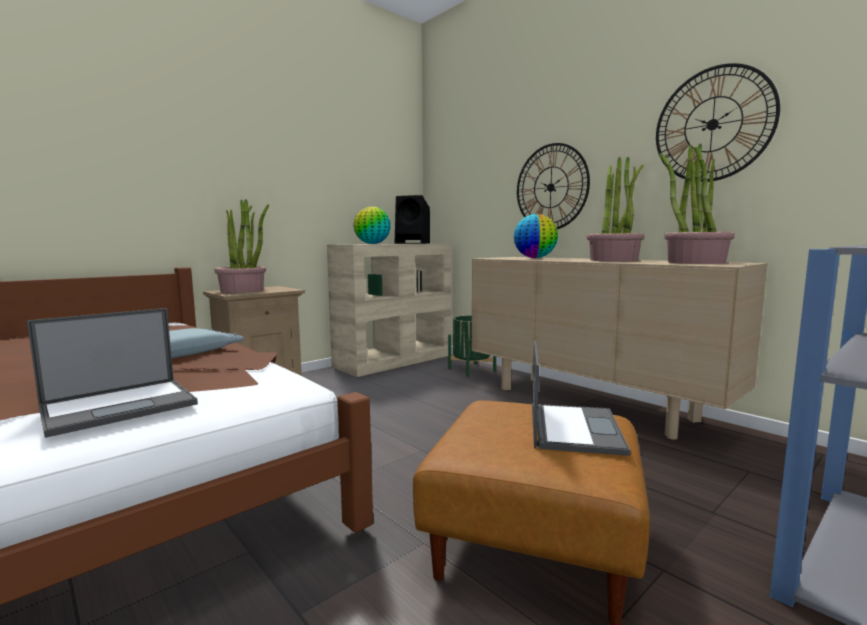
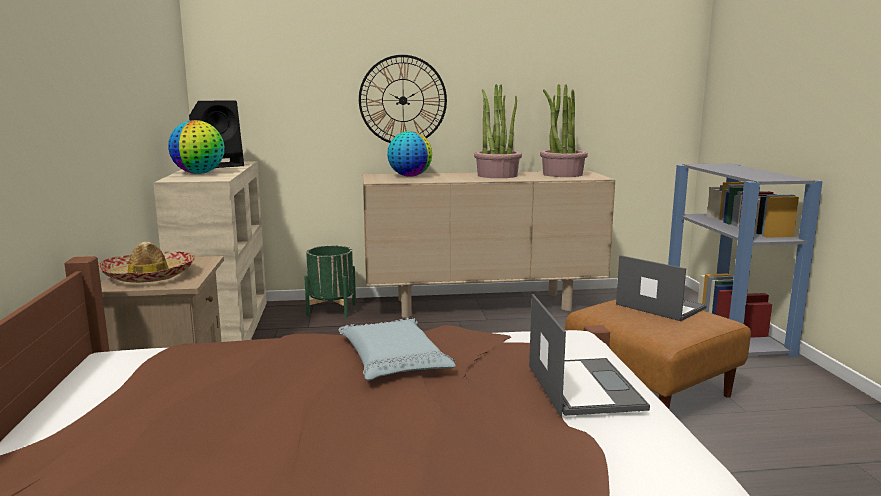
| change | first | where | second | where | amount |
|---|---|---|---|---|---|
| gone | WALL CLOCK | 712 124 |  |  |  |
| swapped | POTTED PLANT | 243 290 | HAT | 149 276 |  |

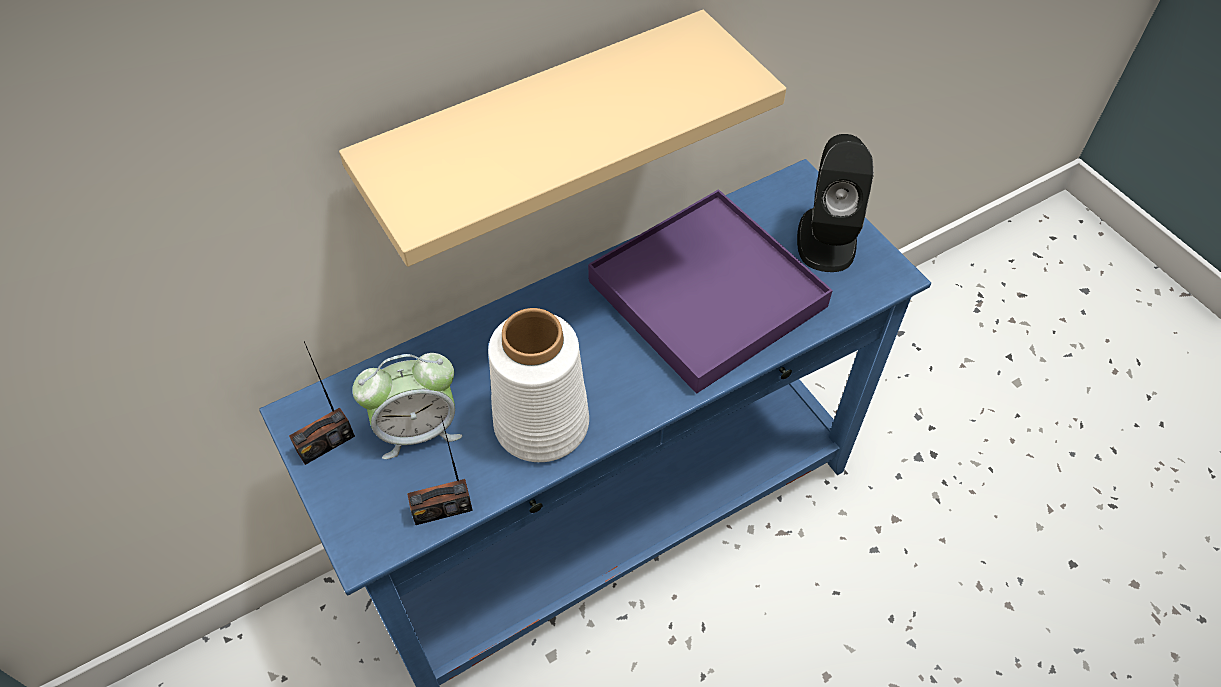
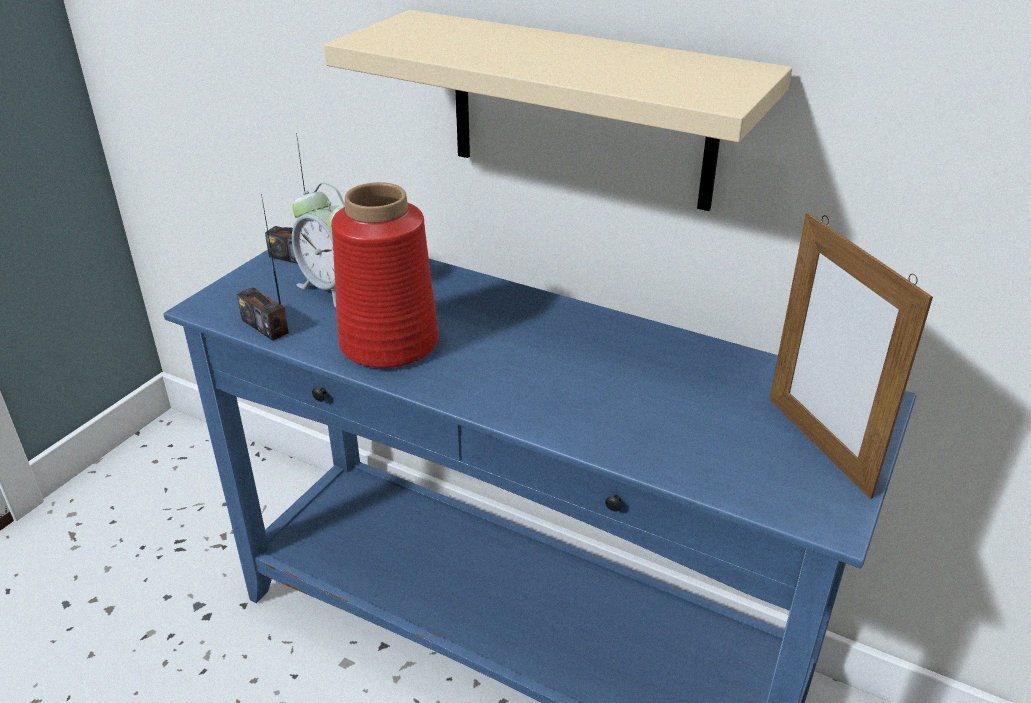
| change | first | where | second | where | amount |
|---|---|---|---|---|---|
| gone | PURPLE TRAY | 707 294 |  |  |  |
| swapped | BLACK SPEAKER | 826 238 | PICTURE FRAME | 817 445 |  |
| repainted | WHITE VASE | 542 425 | RED VASE | 388 344 |  |

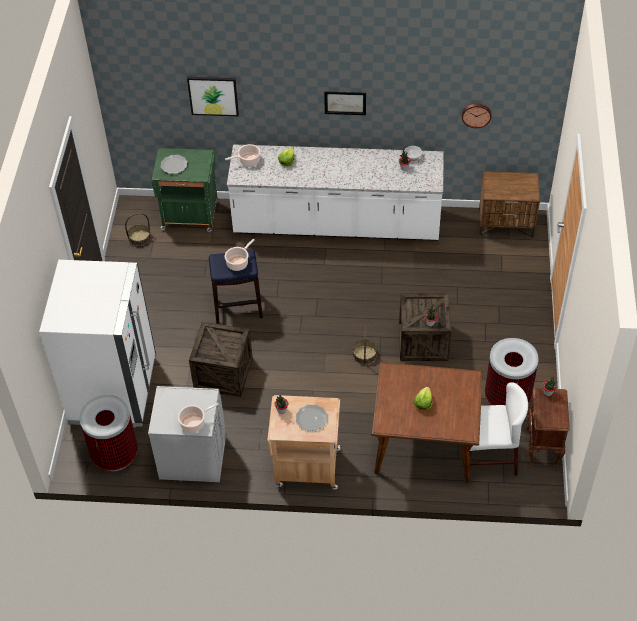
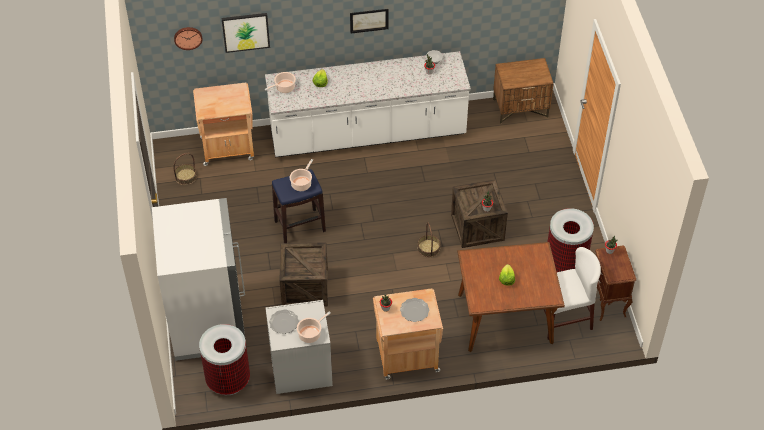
| change | first | where | second | where | amount |
|---|---|---|---|---|---|
| shifted | PLATE | 174 165 |  | 283 322 |  |
| shifted | WALL CLOCK | 476 114 |  | 188 37 |  |
| repainted | GREEN CART | 191 216 | BROWN CART | 228 148 |  |

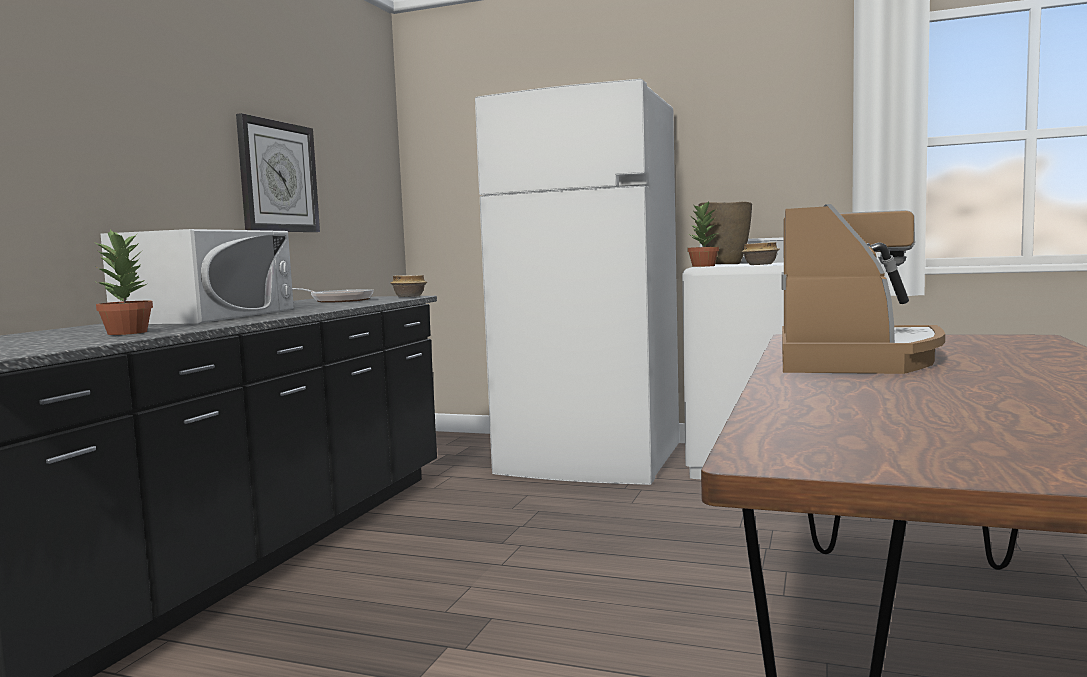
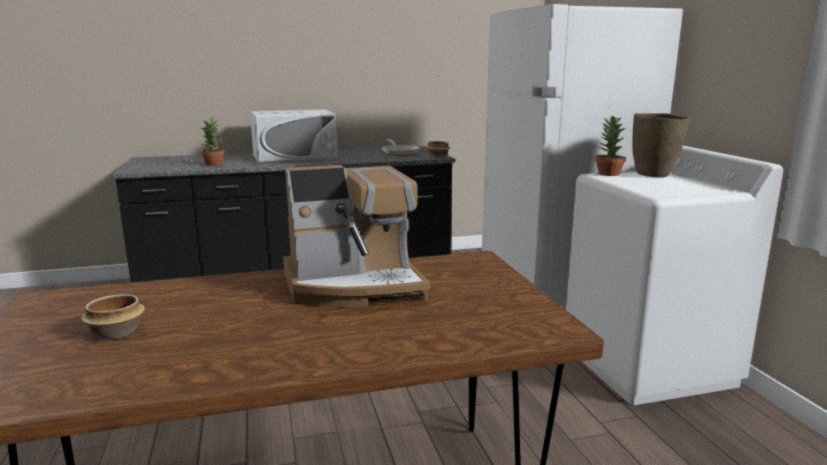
| change | first | where | second | where | amount |
|---|---|---|---|---|---|
| gone | WALL CLOCK | 278 177 |  |  |  |
| shifted | BOWL | 761 264 |  | 115 333 |  |

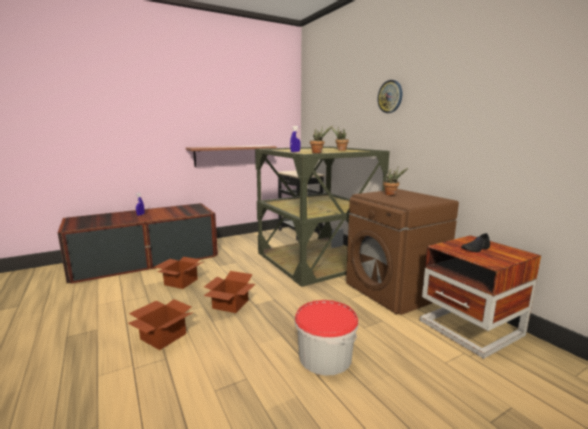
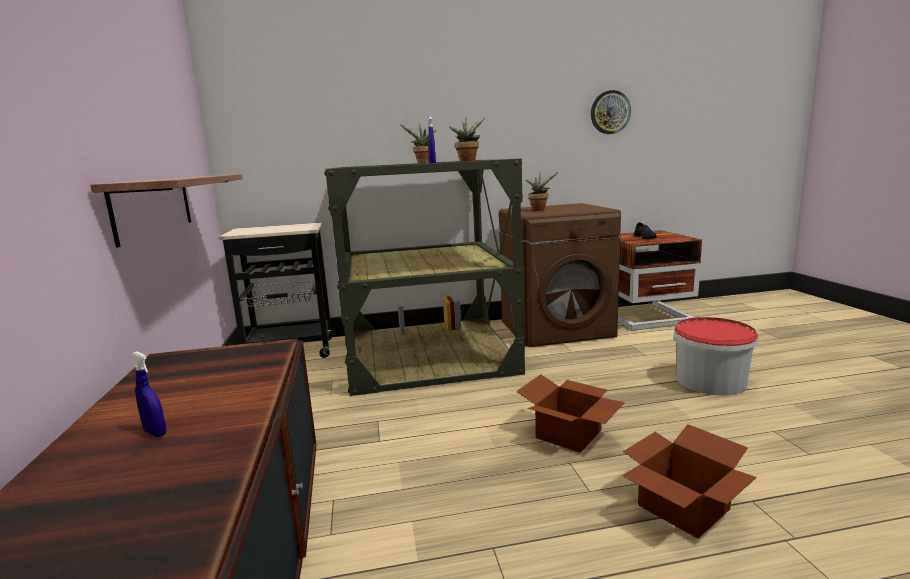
| change | first | where | second | where | amount |
|---|---|---|---|---|---|
| gone | CARDBOARD BOX | 180 281 |  |  |  |
| shifted | WALL CLOCK | 390 96 |  | 610 112 |  |

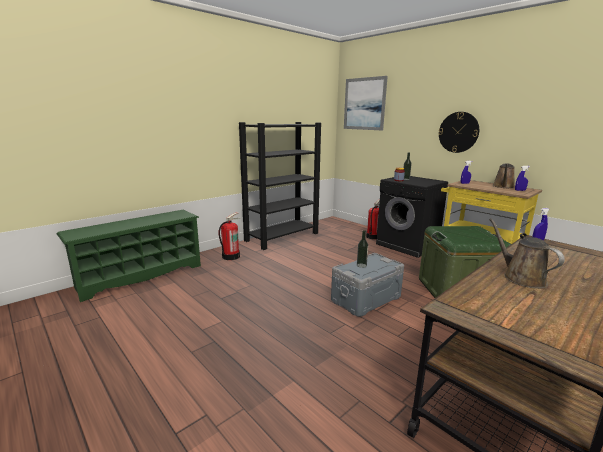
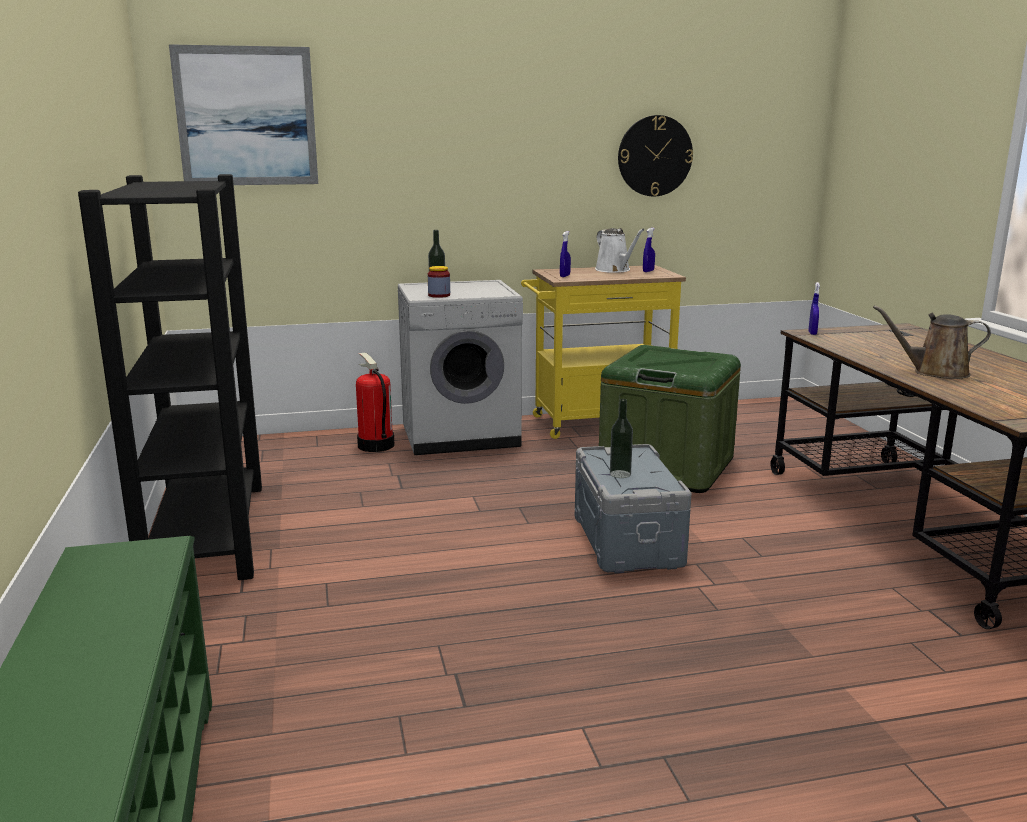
| change | first | where | second | where | amount |
|---|---|---|---|---|---|
| gone | FIRE EXTINGUISHER | 230 256 |  |  |  |
| shifted | WALL CLOCK | 458 132 |  | 655 156 |  |
| repainted | BLACK WASHING MACHINE | 406 246 | WHITE WASHING MACHINE | 461 436 |  |
| repainted | BROWN WATERING CAN | 503 186 | WHITE WATERING CAN | 615 270 |  |

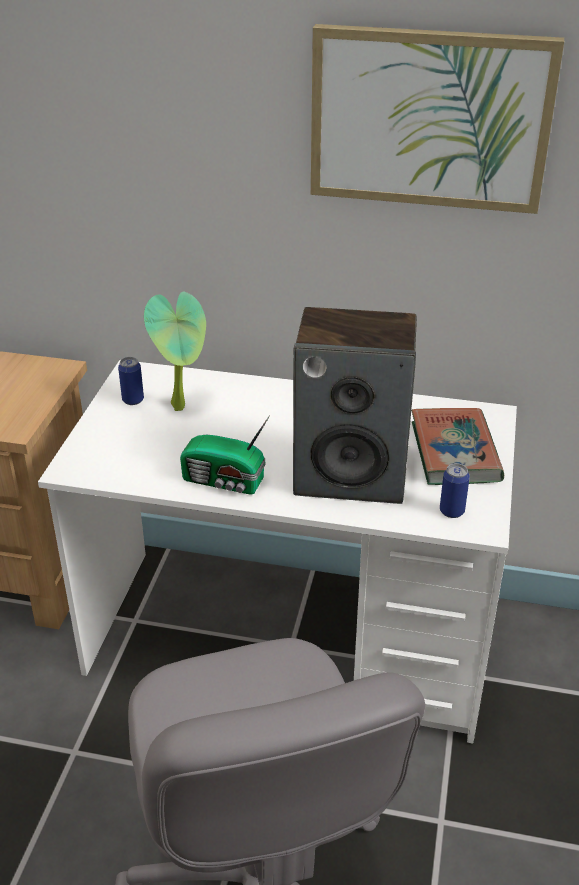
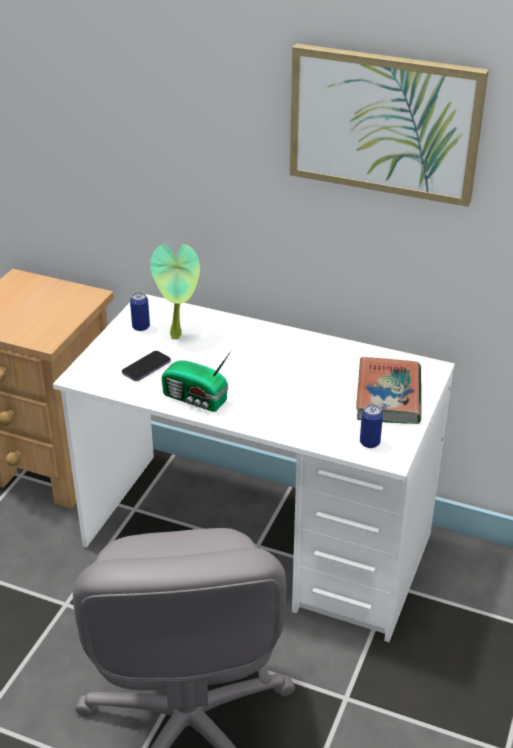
| change | first | where | second | where | amount |
|---|---|---|---|---|---|
| gone | SPEAKER | 351 475 |  |  |  |
| new |  |  | PHONE | 146 367 |  |

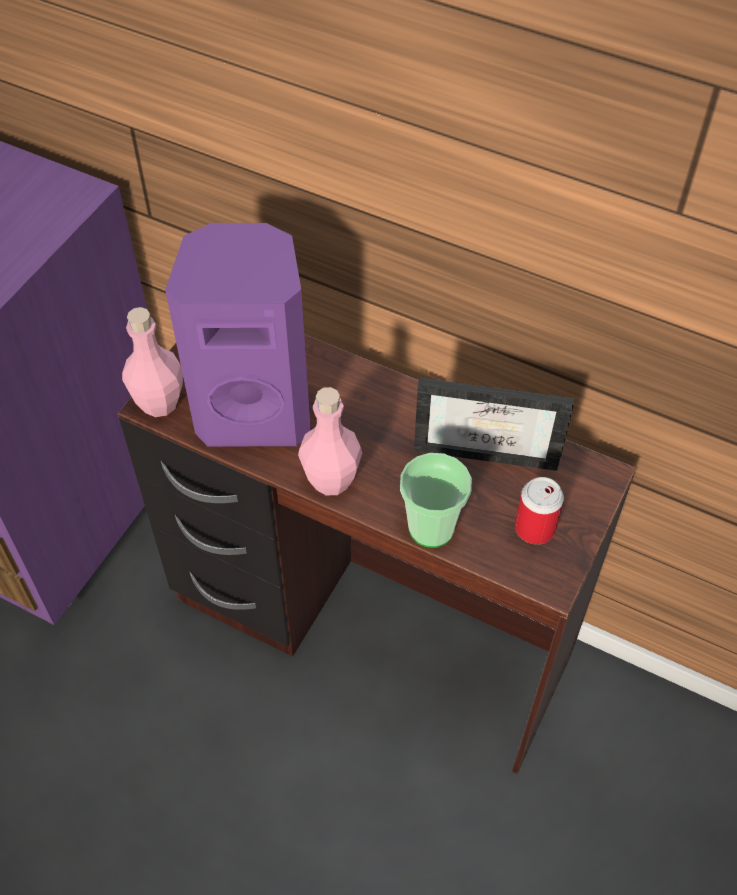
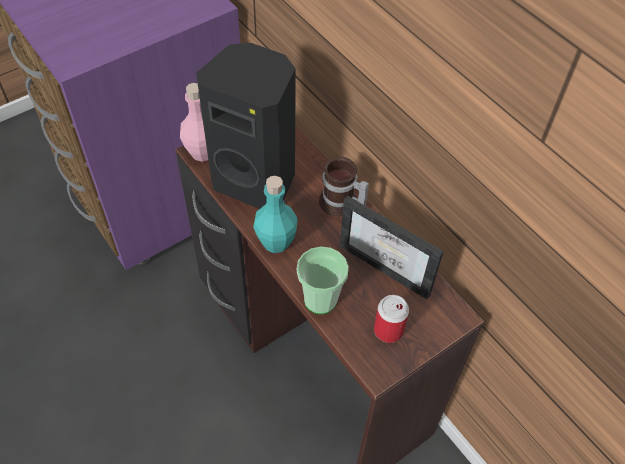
| change | first | where | second | where | amount |
|---|---|---|---|---|---|
| new |  |  | MUG | 340 204 |  |
| repainted | PURPLE SPEAKER | 255 410 | BLACK SPEAKER | 256 180 |  |
| repainted | PINK BOTTLE | 331 480 | TURQUOISE BOTTLE | 276 242 |  |

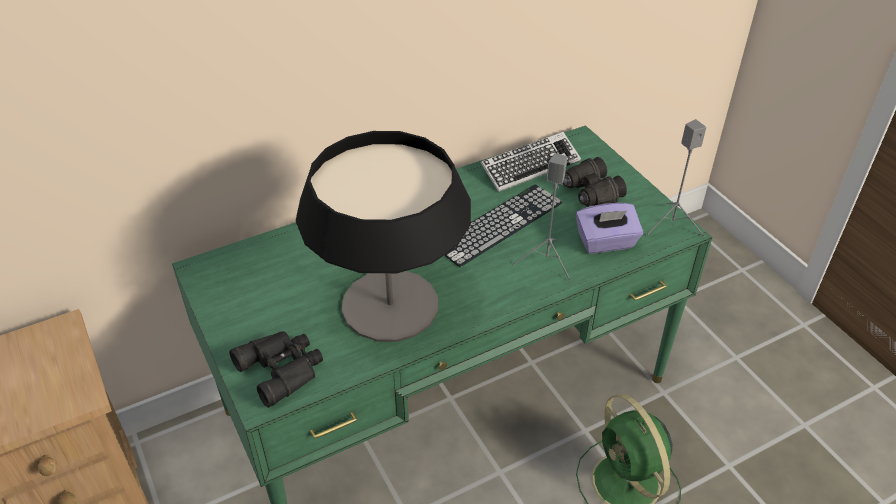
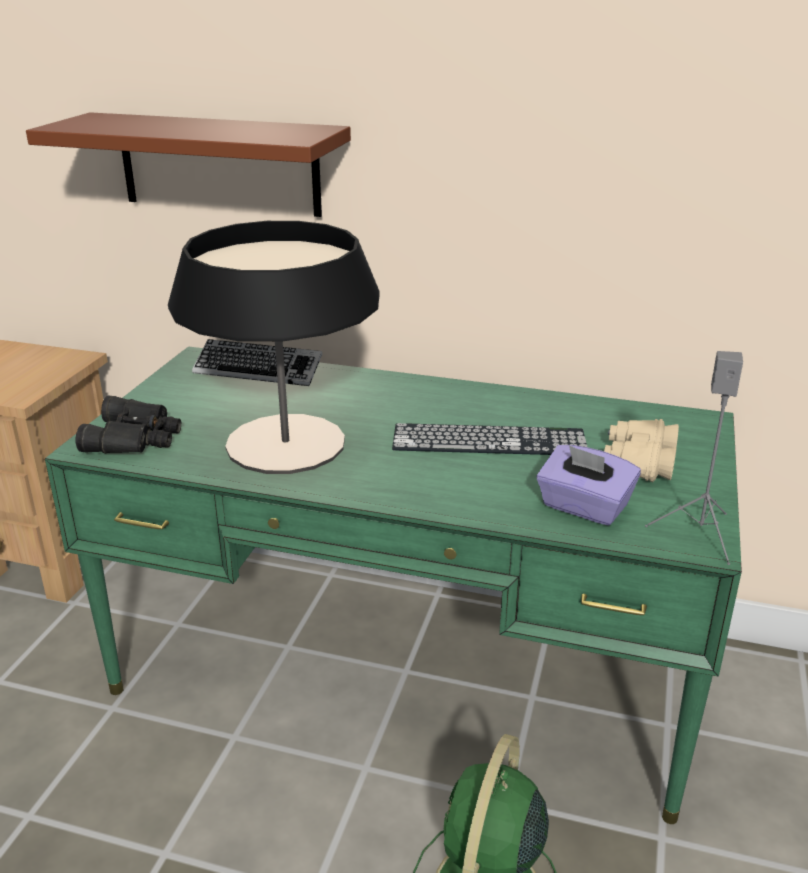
| change | first | where | second | where | amount |
|---|---|---|---|---|---|
| gone | GREY SPEAKER | 547 261 |  |  |  |
| new |  |  | BROWN SHELF | 219 164 |  |
| shifted | KEYBOARD | 530 166 |  | 258 370 |  |
| repainted | BLACK BINOCULARS | 590 193 | BEIGE BINOCULARS | 638 463 |  |

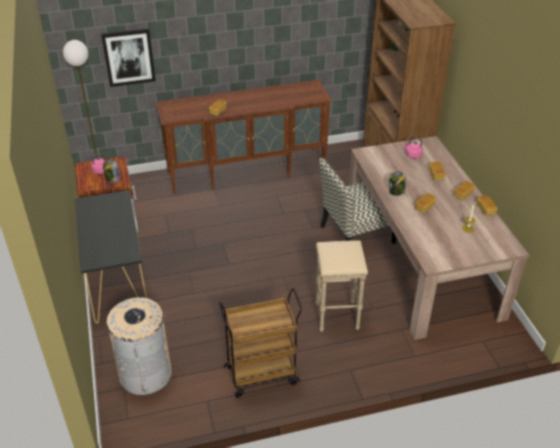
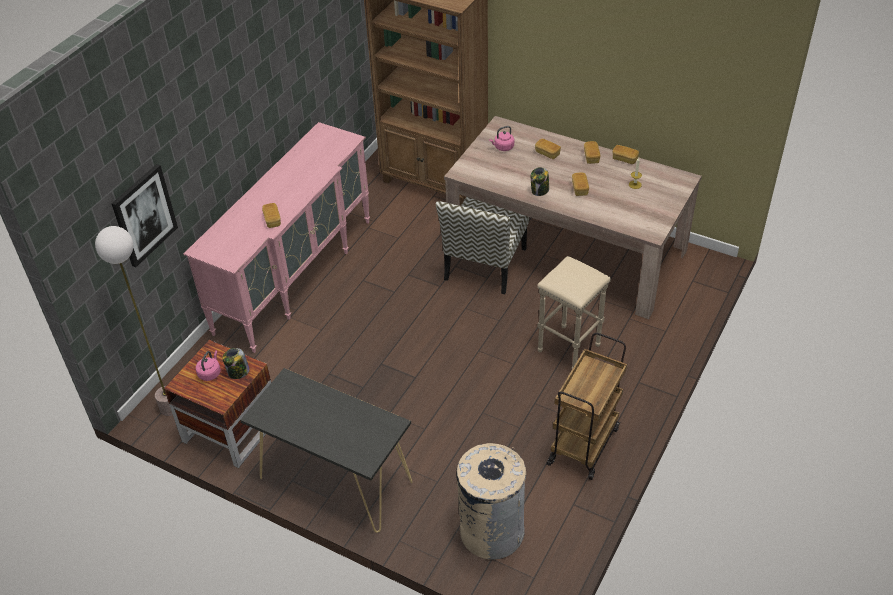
| change | first | where | second | where | amount |
|---|---|---|---|---|---|
| repainted | BROWN CABINET | 247 171 | PINK CABINET | 296 276 |  |

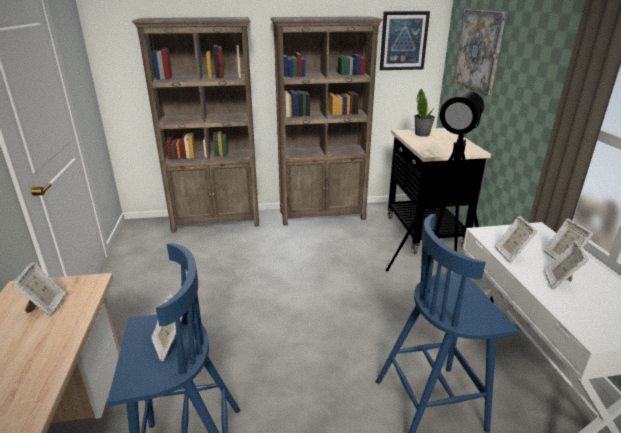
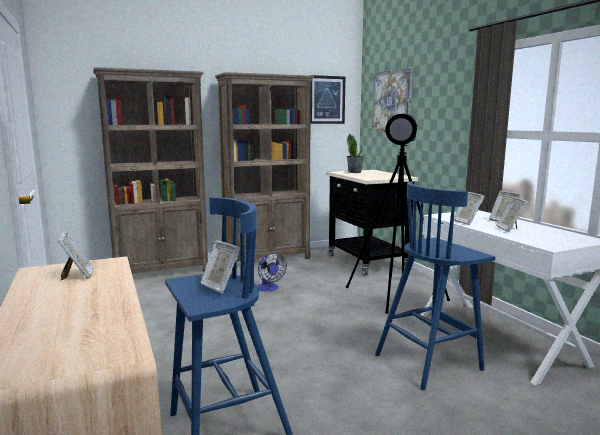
| change | first | where | second | where | amount |
|---|---|---|---|---|---|
| new |  |  | FAN | 269 289 |  |

